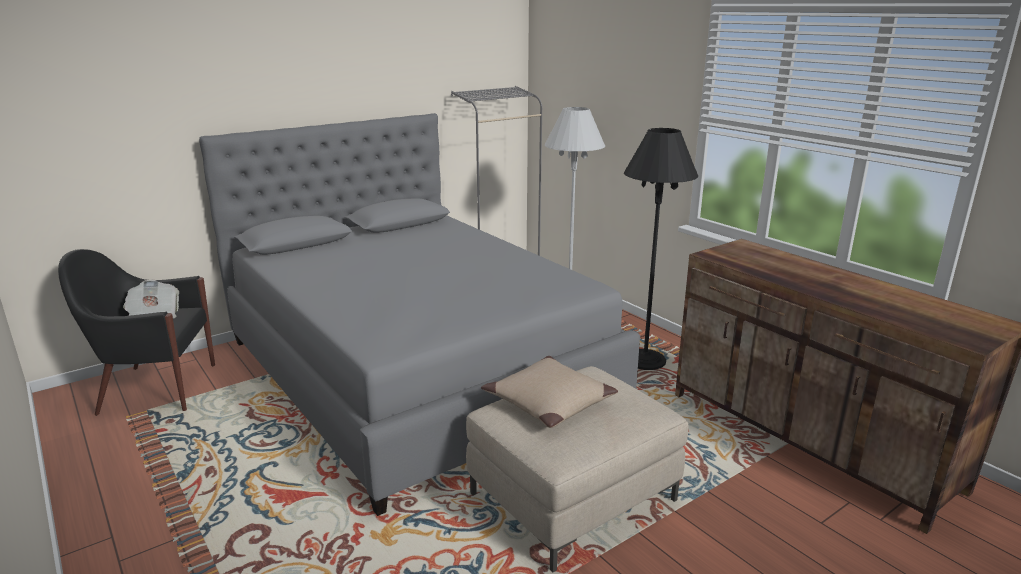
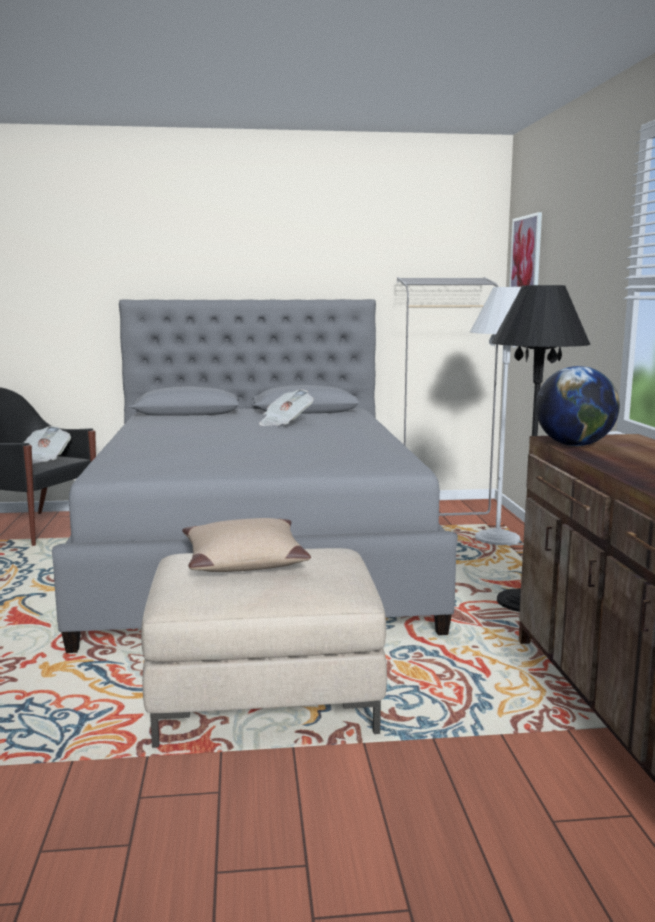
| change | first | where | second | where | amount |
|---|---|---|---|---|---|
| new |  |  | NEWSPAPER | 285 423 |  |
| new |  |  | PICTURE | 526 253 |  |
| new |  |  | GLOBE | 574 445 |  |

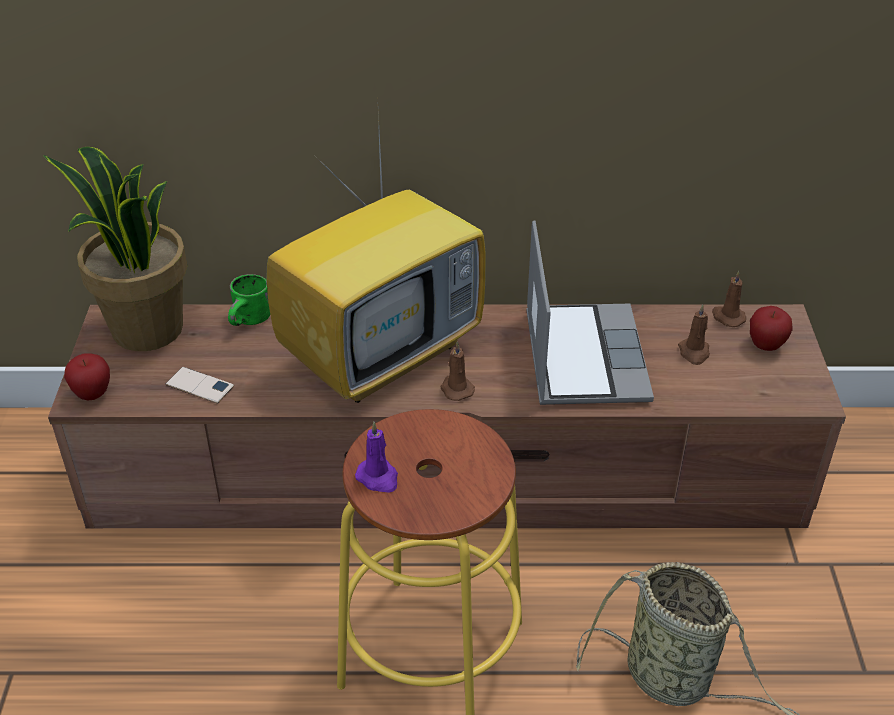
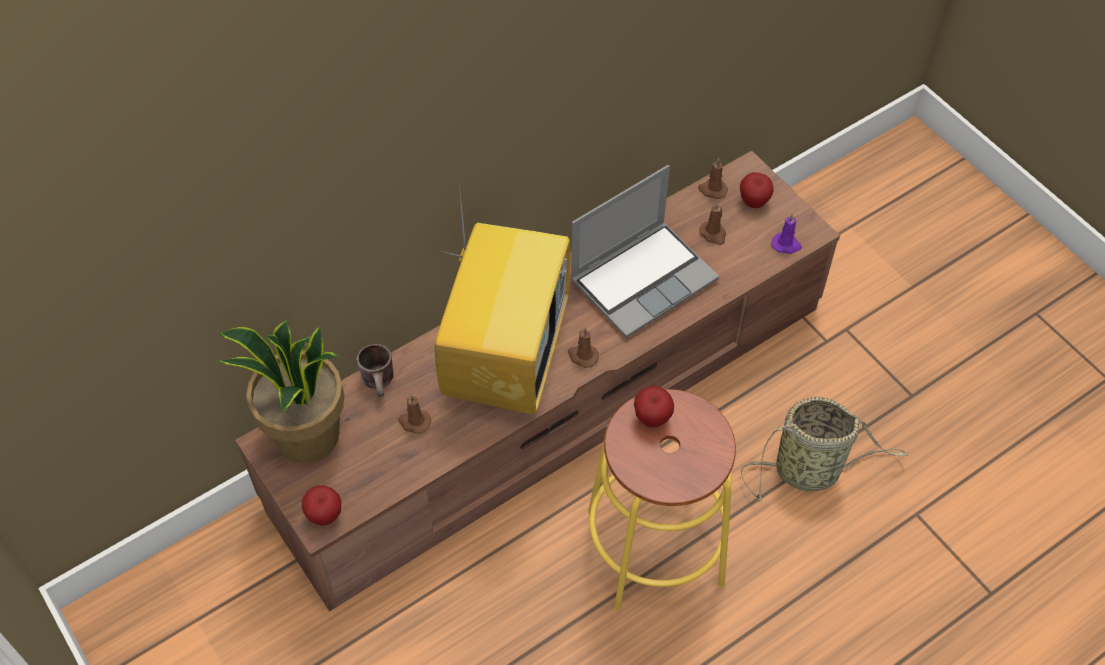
| change | first | where | second | where | amount |
|---|---|---|---|---|---|
| gone | PHONE | 200 385 |  |  |  |
| new |  |  | BROWN CANDLE | 414 422 |  |
| new |  |  | APPLE | 652 418 |  |
| shifted | PURPLE CANDLE | 378 478 |  | 786 245 |  |
| repainted | GREEN MUG | 252 321 | BROWN MUG | 381 382 |  |
| rotated | LAPTOP | 582 356 |  | 643 278 | 90 degrees clockwise |

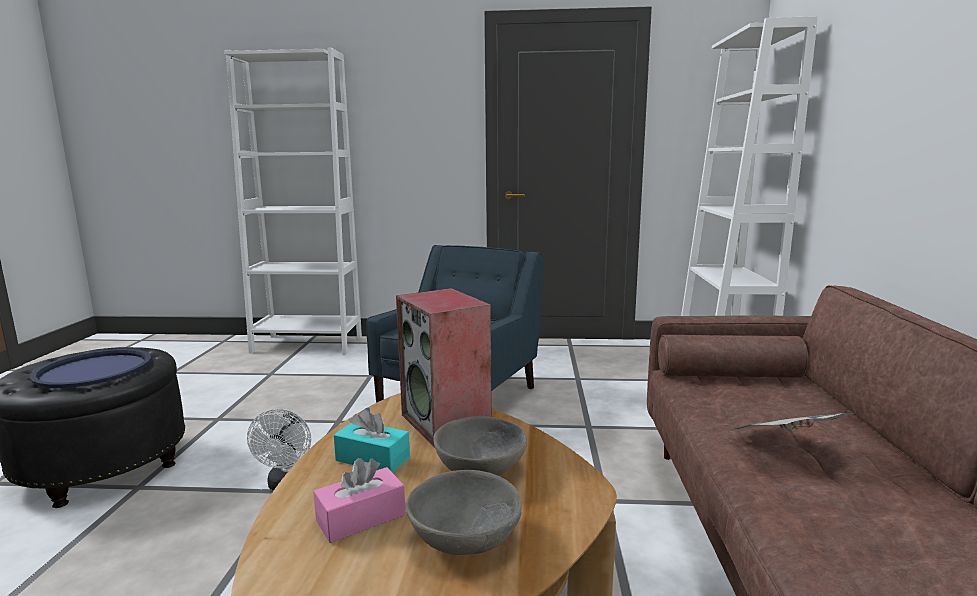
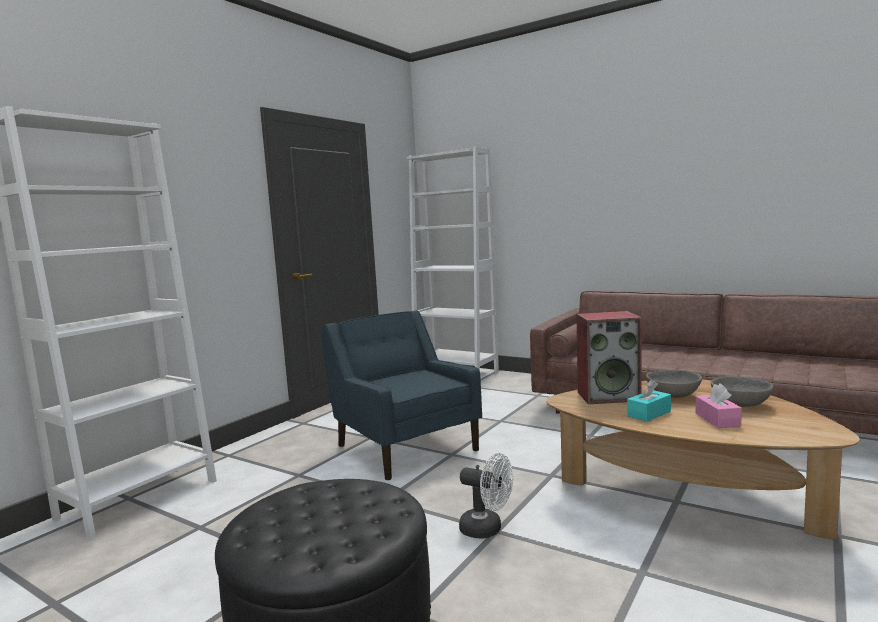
| change | first | where | second | where | amount |
|---|---|---|---|---|---|
| gone | BLUE TRAY | 93 369 |  |  |  |
| gone | NEWSPAPER | 784 448 |  |  |  |

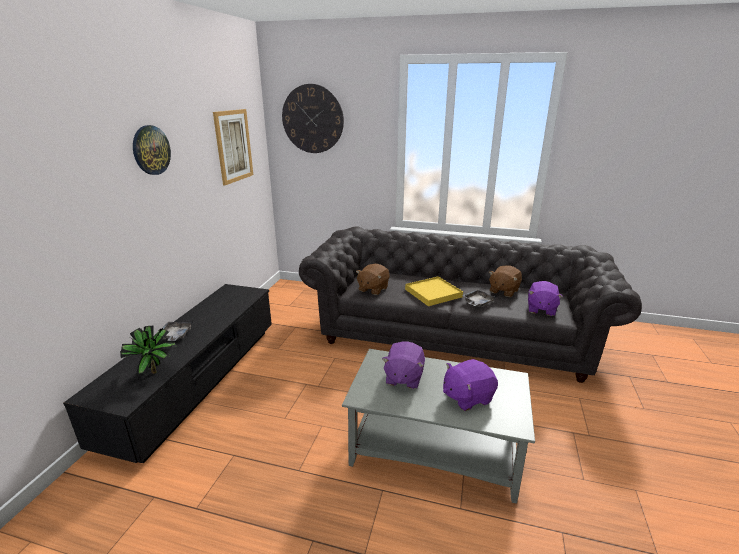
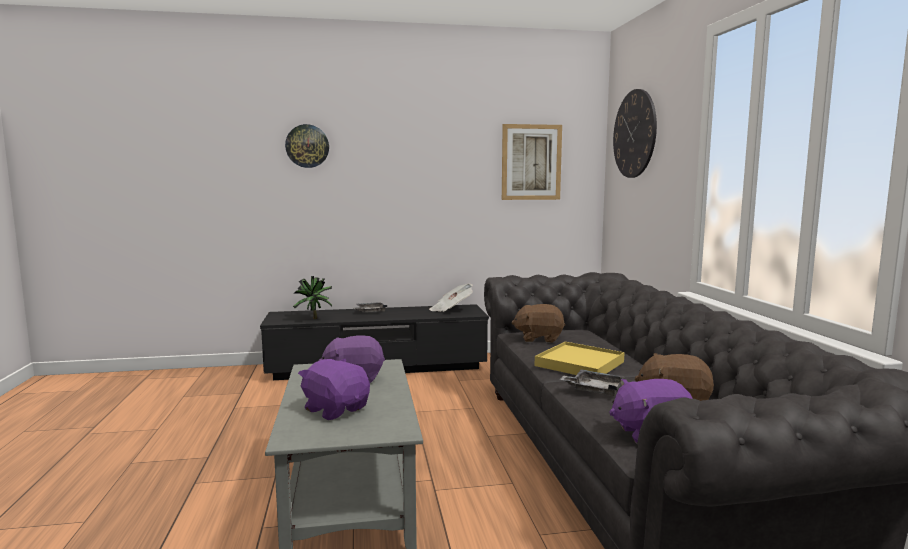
| change | first | where | second | where | amount |
|---|---|---|---|---|---|
| new |  |  | NEWSPAPER | 451 309 |  |
| shifted | WALL CLOCK | 151 150 |  | 307 146 |  |

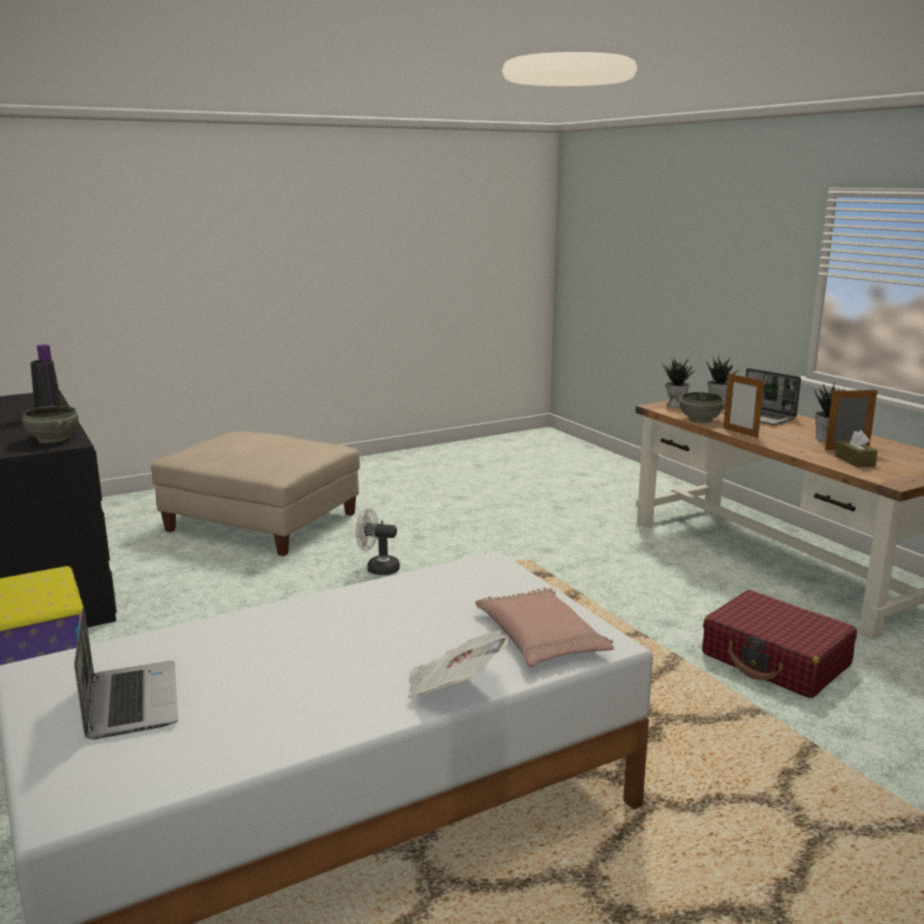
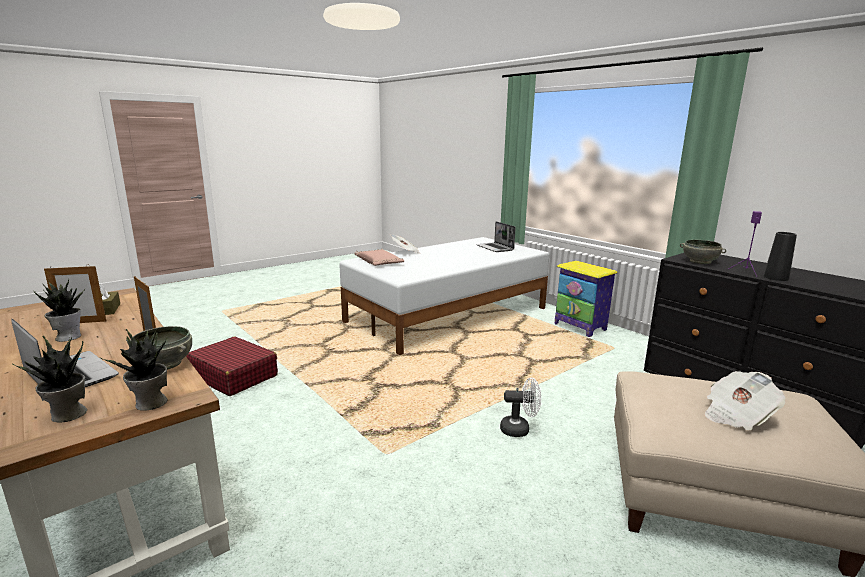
| change | first | where | second | where | amount |
|---|---|---|---|---|---|
| new |  |  | NEWSPAPER | 736 415 |  |

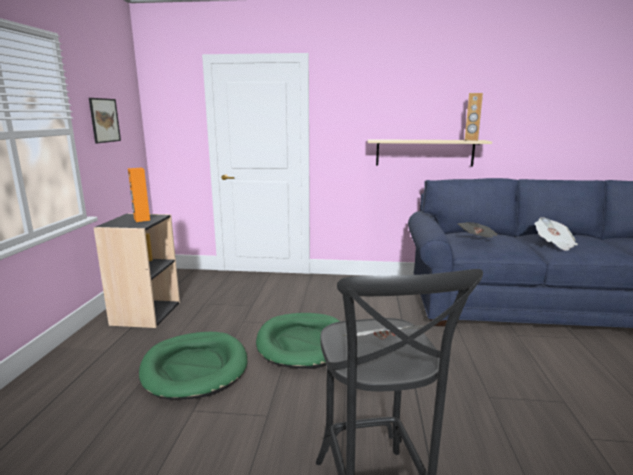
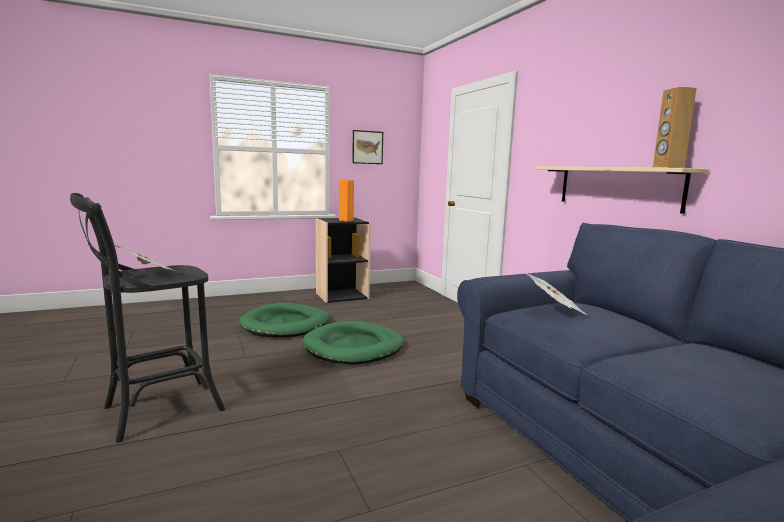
| change | first | where | second | where | amount |
|---|---|---|---|---|---|
| gone | NEWSPAPER | 554 244 |  |  |  |

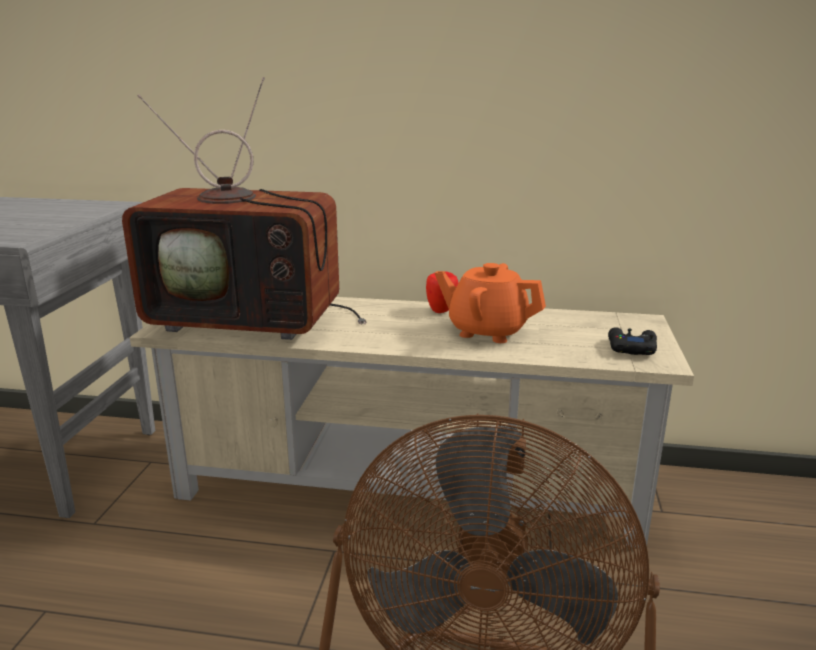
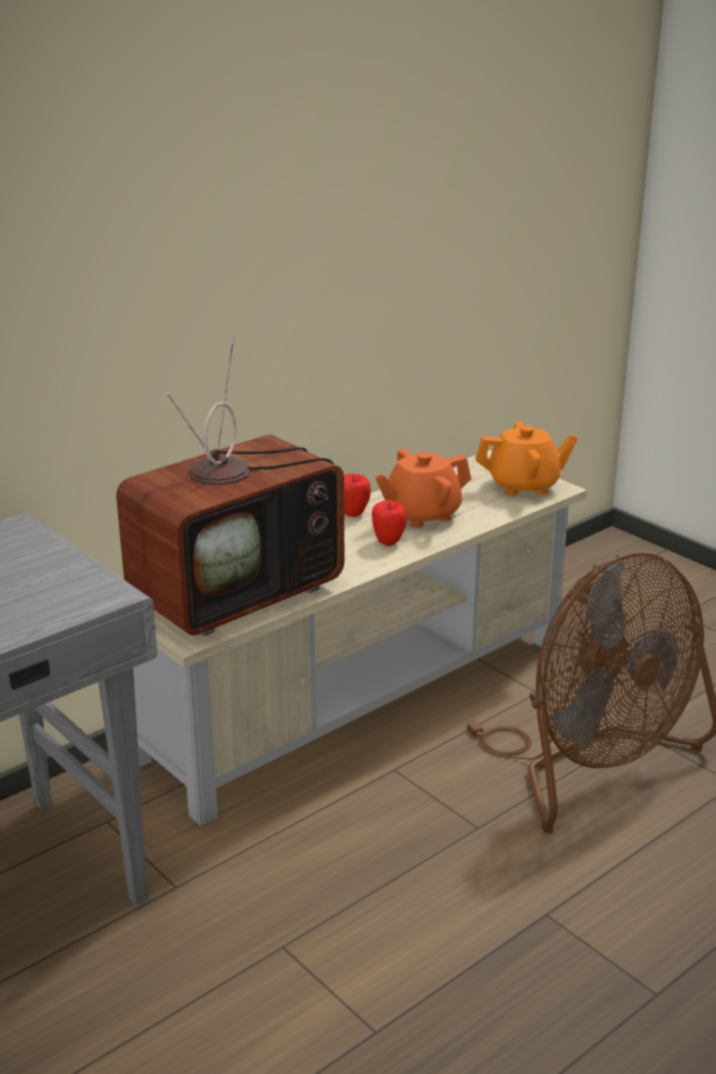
| change | first | where | second | where | amount |
|---|---|---|---|---|---|
| new |  |  | APPLE | 388 542 |  |
| swapped | BLACK GAME CONTROLLER | 631 348 | ORANGE TEAPOT | 524 486 |  |

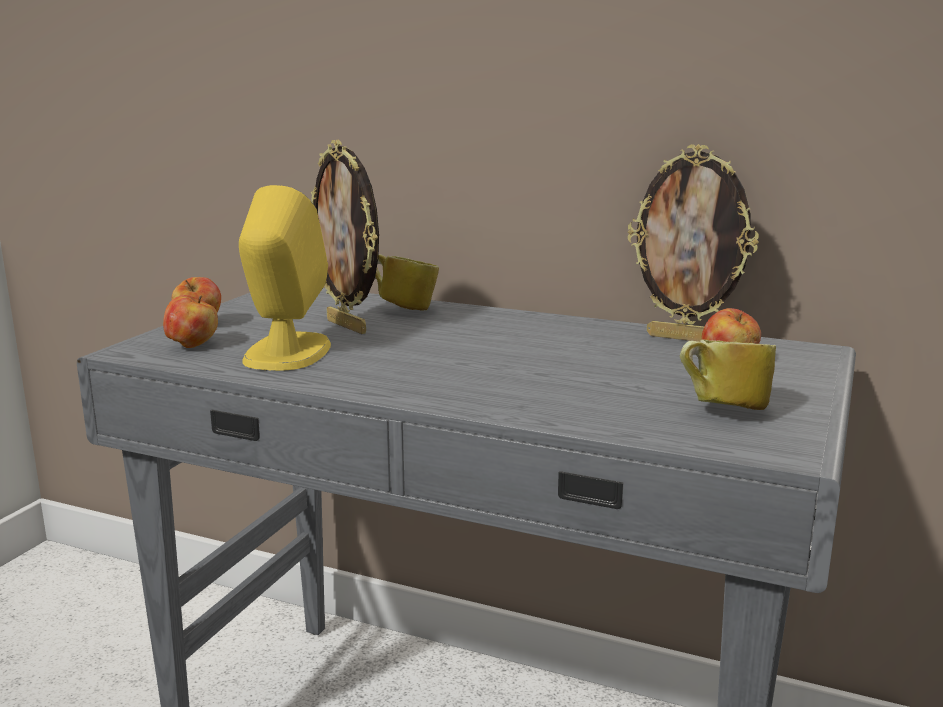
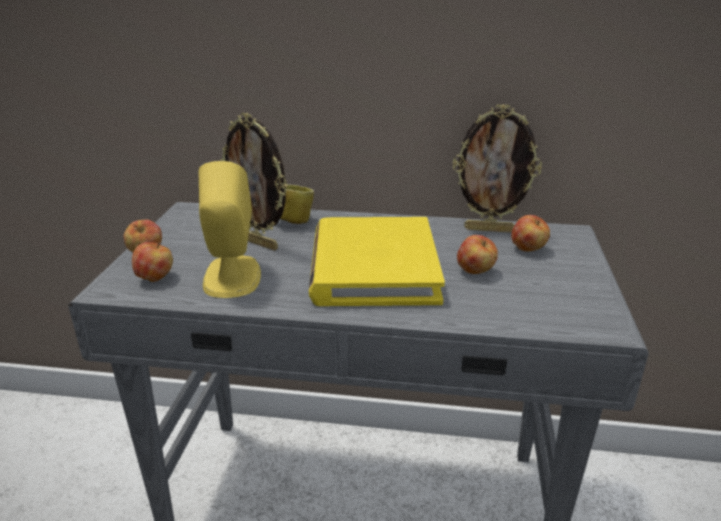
| change | first | where | second | where | amount |
|---|---|---|---|---|---|
| gone | MUG | 721 411 |  |  |  |
| new |  |  | YELLOW BOOK | 373 267 |  |
| new |  |  | APPLE | 475 271 |  |

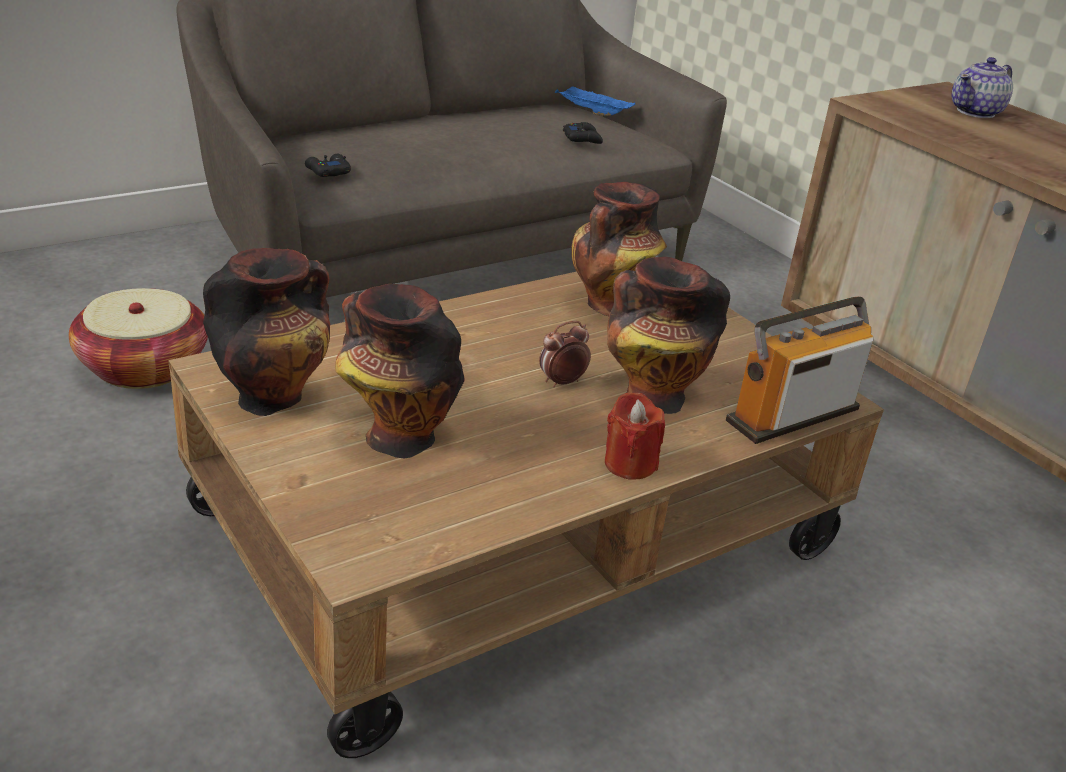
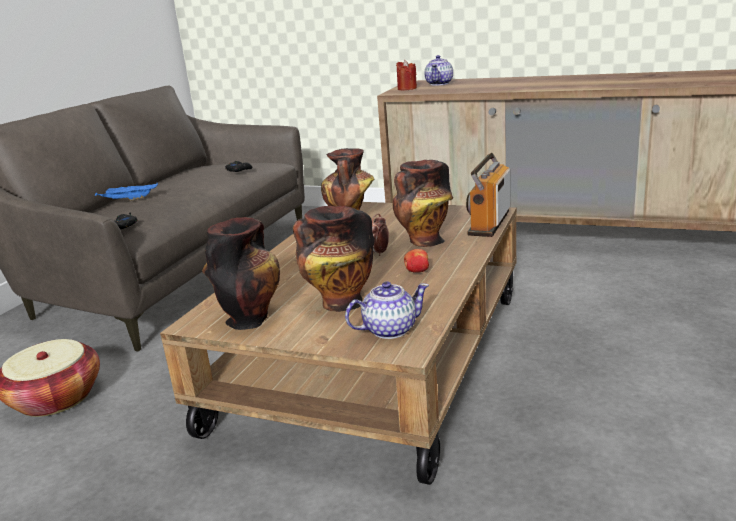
| change | first | where | second | where | amount |
|---|---|---|---|---|---|
| new |  |  | TEAPOT | 389 330 |  |
| new |  |  | APPLE | 417 272 |  |
| shifted | BLUE TRAY | 591 112 |  | 127 200 |  |
| shifted | RED CANDLE | 629 464 |  | 407 88 |  |

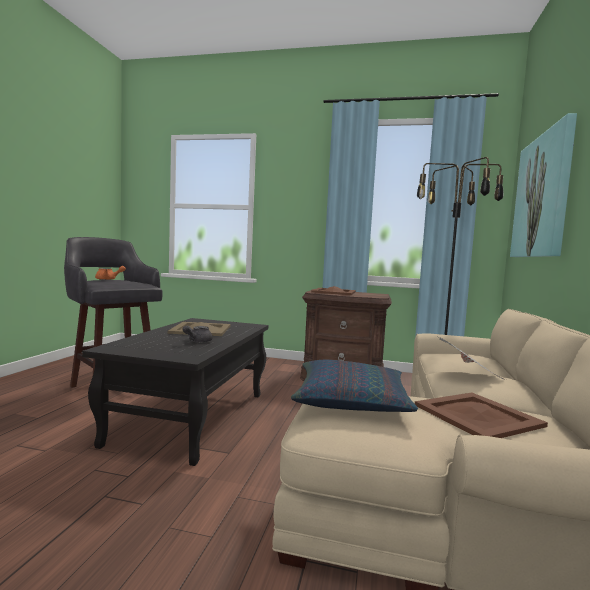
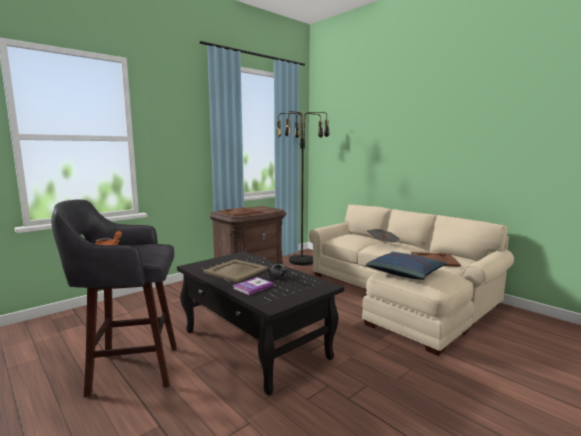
| change | first | where | second | where | amount |
|---|---|---|---|---|---|
| gone | PICTURE | 543 196 |  |  |  |
| new |  |  | BOOK | 253 287 |  |

